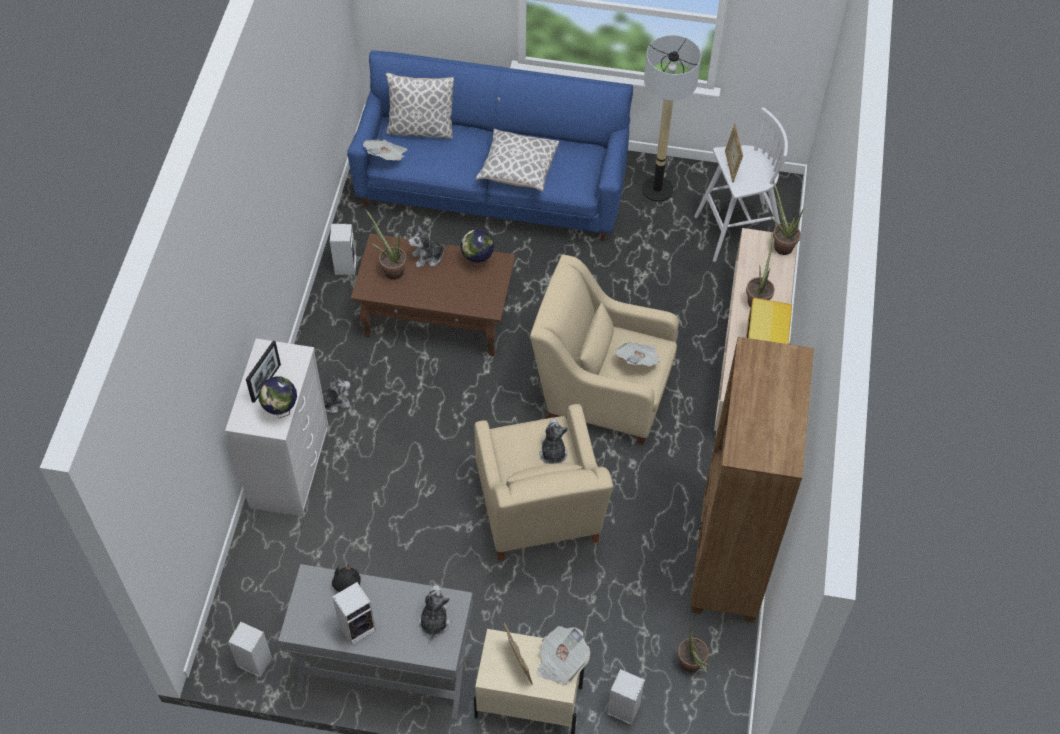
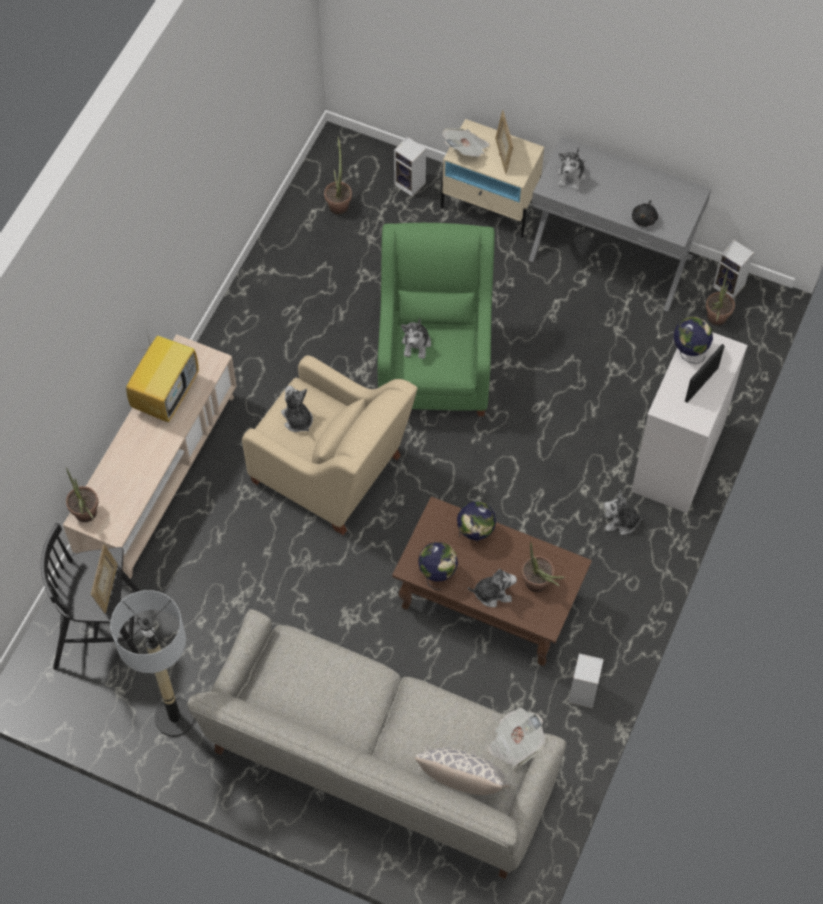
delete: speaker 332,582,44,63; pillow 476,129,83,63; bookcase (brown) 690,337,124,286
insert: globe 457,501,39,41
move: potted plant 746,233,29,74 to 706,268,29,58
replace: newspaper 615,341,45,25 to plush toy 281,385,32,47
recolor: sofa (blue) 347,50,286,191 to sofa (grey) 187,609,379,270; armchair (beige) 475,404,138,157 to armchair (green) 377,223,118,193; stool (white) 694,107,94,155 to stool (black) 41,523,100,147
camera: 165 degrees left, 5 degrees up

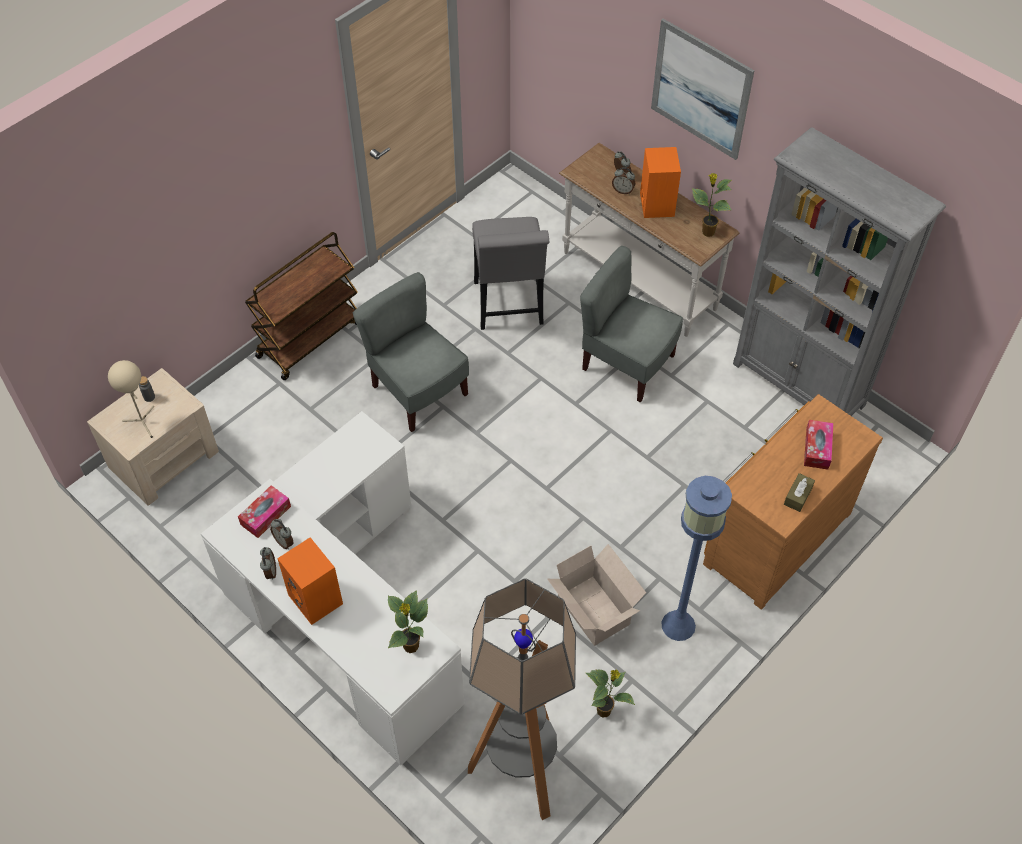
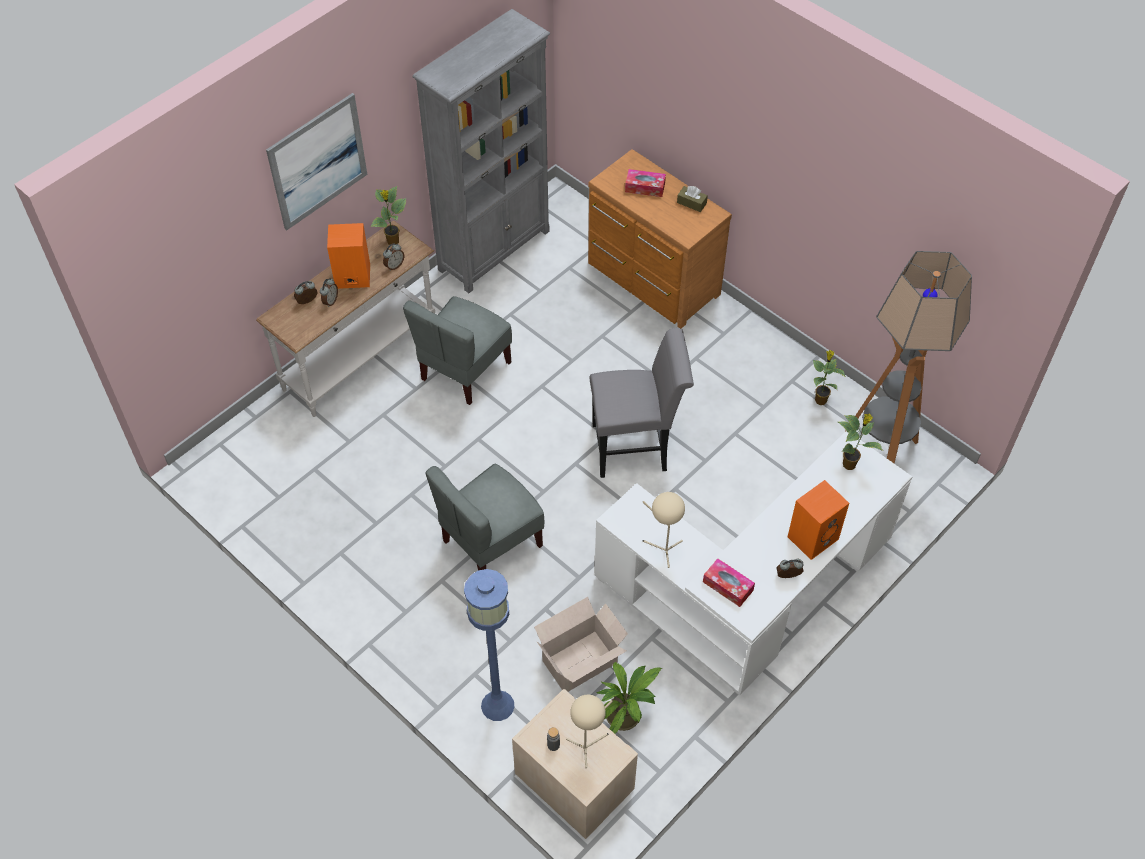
delete: cart (brown) 245,232,113,148
insert: potted plant 596,661,66,73; table lamp (beige) 642,492,43,76
move: alarm clock 270,519,24,30 to 383,243,21,28; chair (grey) 472,217,77,113 to 590,328,104,150; cardboard box 547,544,99,102 to 534,597,94,95; floor lamp (blue) 662,476,70,165 to 464,569,50,152
camera: 90 degrees left, 0 degrees up

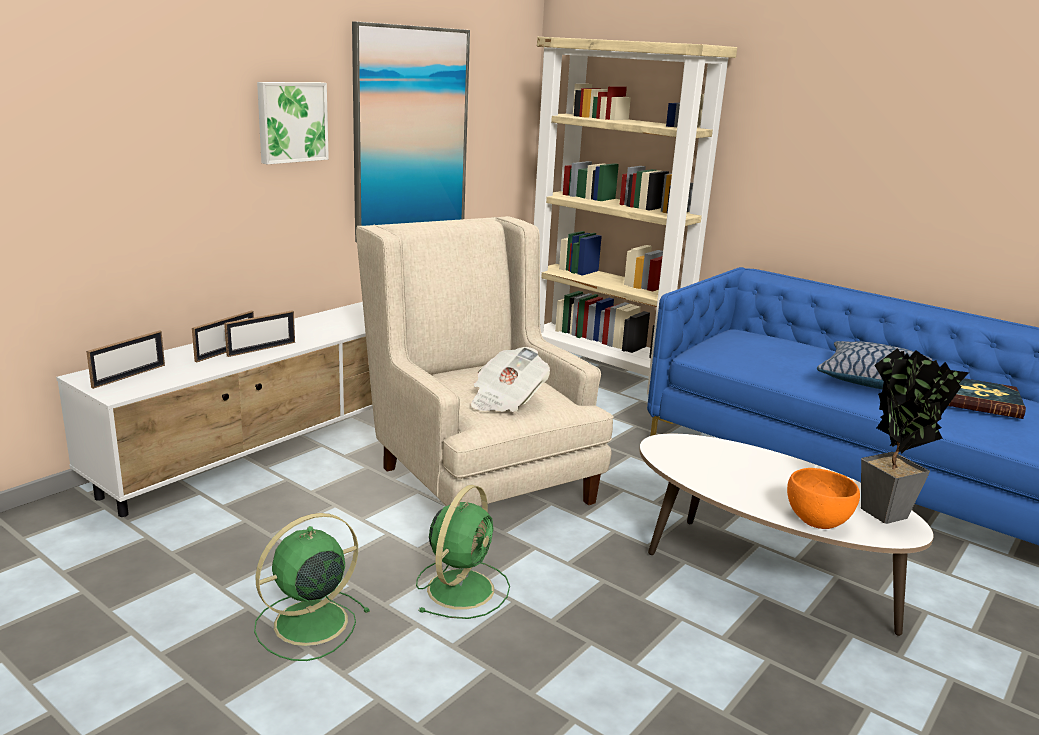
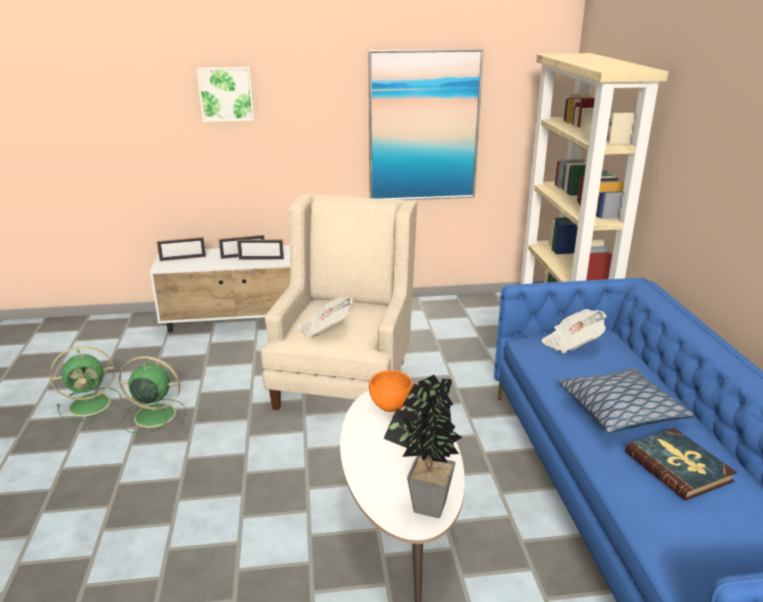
insert: newspaper 542,309,65,44
move: picture 257,82,72,82 to 197,67,57,55; fan (green) 416,485,94,134 to 50,346,71,75; bowl (orange) 787,468,73,61 to 369,370,44,42
camera: 45 degrees right, 5 degrees up

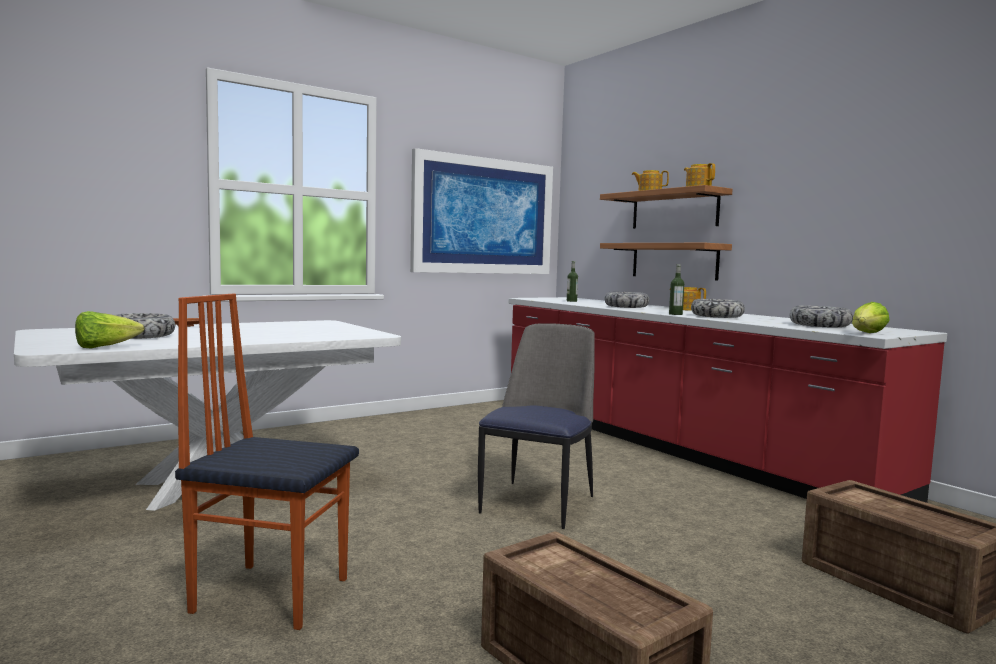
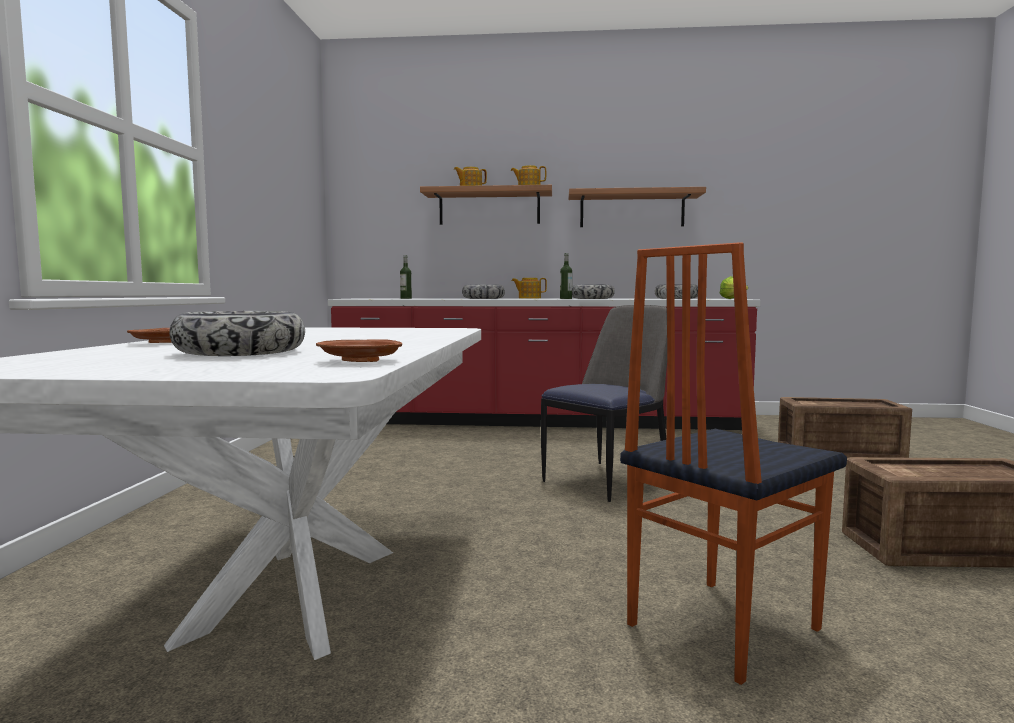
delete: picture 410,148,143,126
move: shelf 600,243,132,37 to 568,187,138,40
replace: lettuce 75,311,69,37 to plate (brown) 316,339,86,23
rotate: chair 478,323,117,206 = 541,305,126,197 75 degrees clockwise
camera: 50 degrees left, 0 degrees up

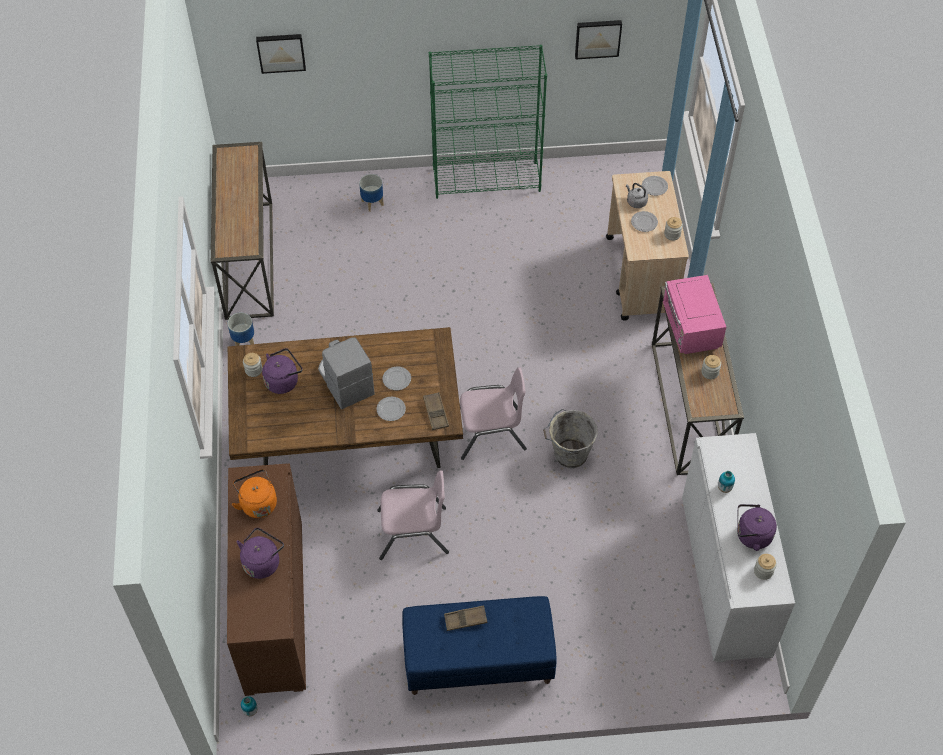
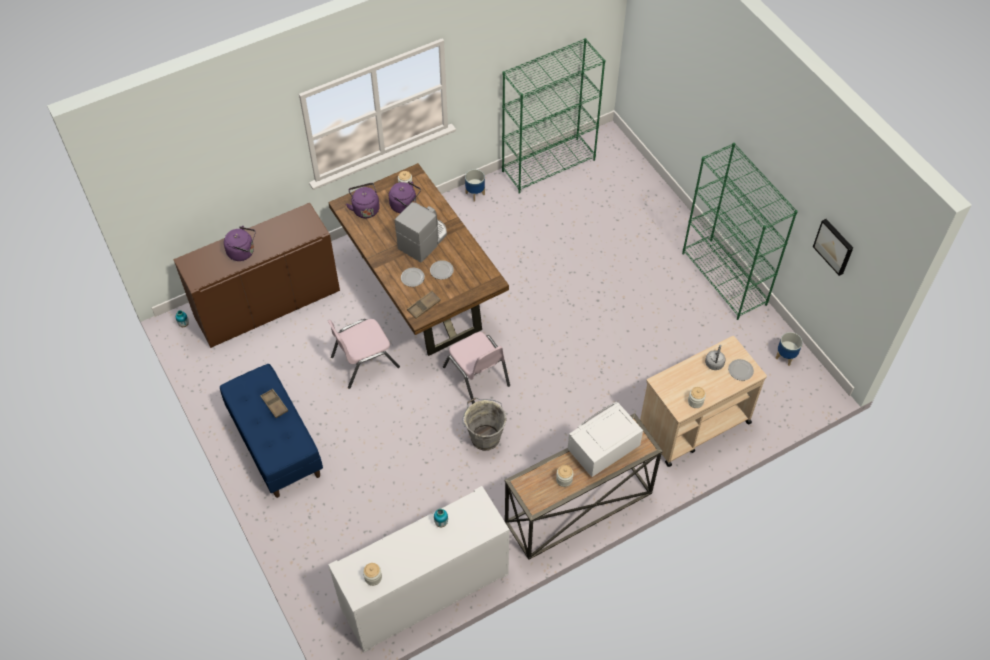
delete: kettle (orange) 232,469,45,49; picture 256,34,50,40; plate 631,211,27,21
move: planter 359,174,25,38 to 776,332,27,34; kettle (purple) 737,504,40,47 to 346,183,34,35
replace: console table 211,142,63,178 to bookcase (green) 502,38,103,156
recolor: microwave (pink) 663,275,63,79 to microwave (white) 568,402,75,75
rotate: chair (pink) 378,471,71,89 = 328,319,72,70 90 degrees clockwise
camera: 65 degrees right, 0 degrees up

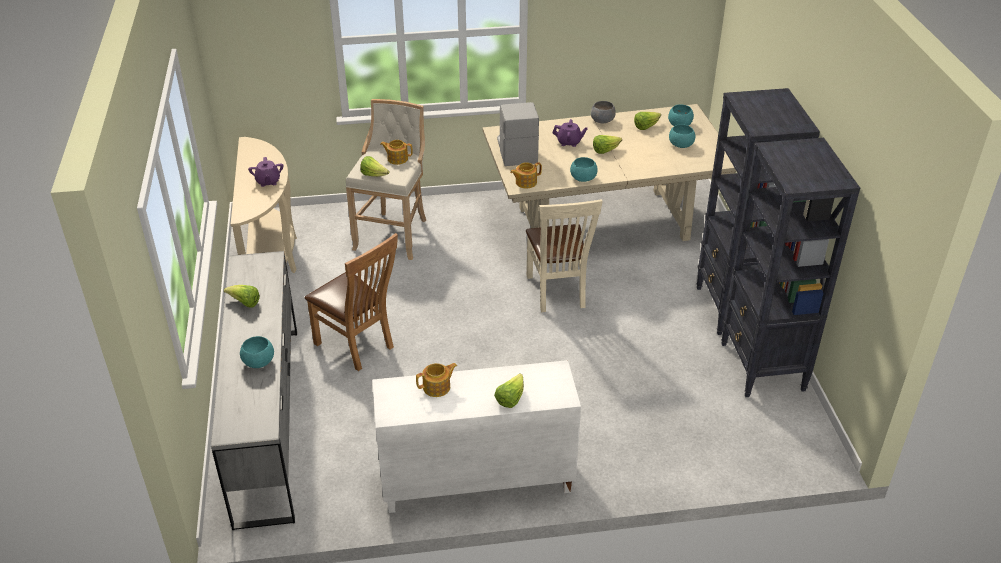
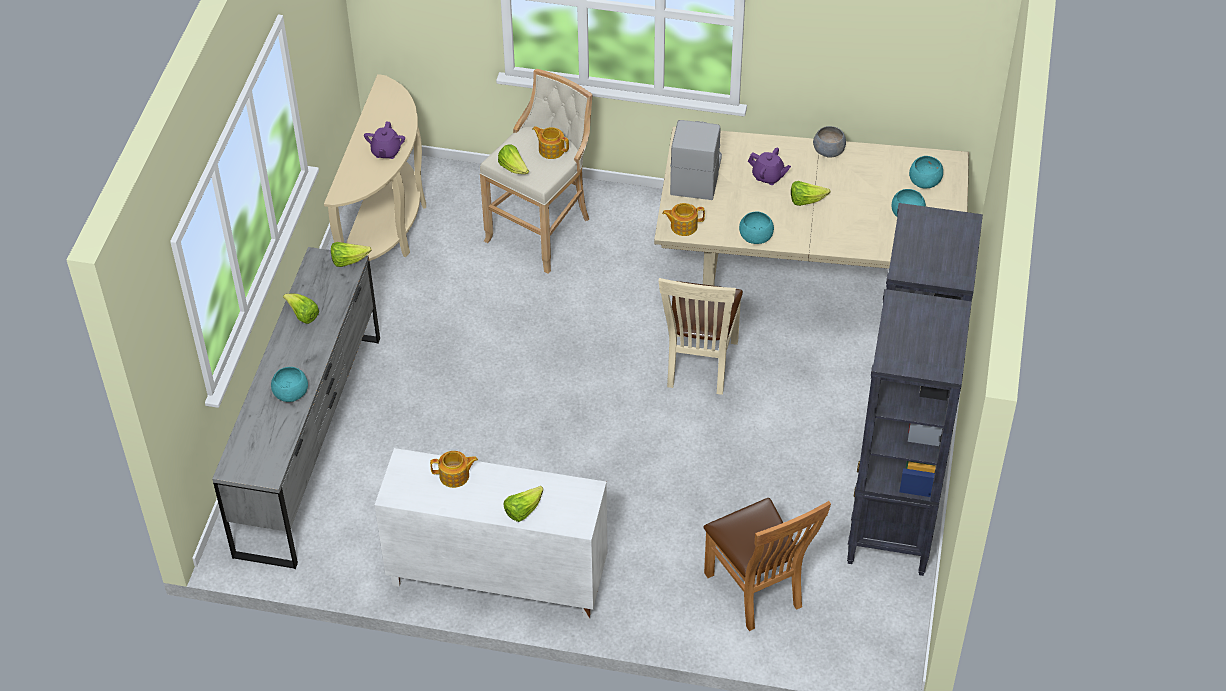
move: chair (brown) 304,233,94,138 to 704,498,127,133; lettuce 634,112,27,18 to 331,242,41,25
camera: 20 degrees right, 10 degrees up

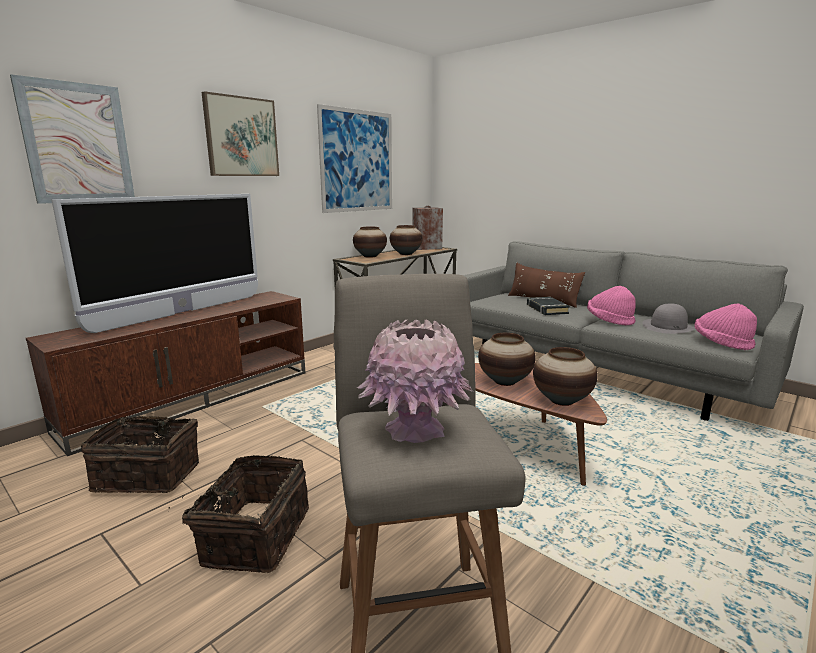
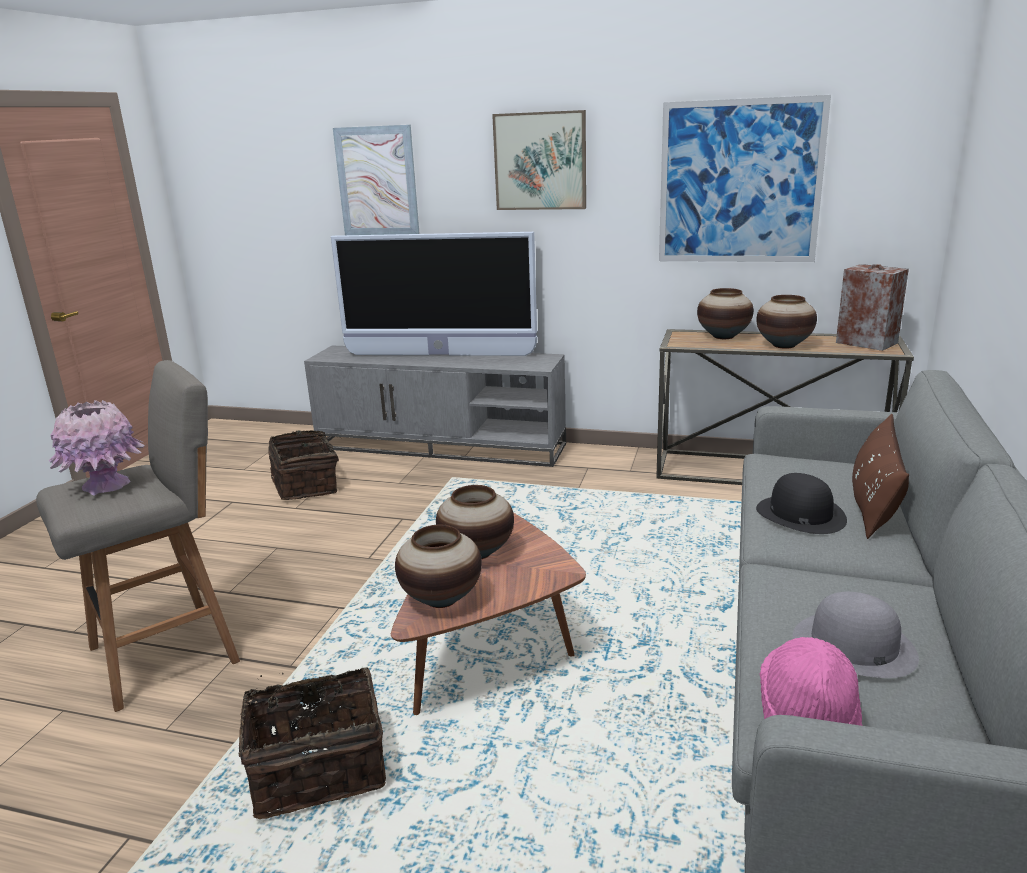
delete: hat (pink) 587,286,49,40
move: basket 168,455,141,118 to 239,668,147,151
replace: book (black) 527,297,43,18 to hat (black) 756,473,91,61
recolor: tv stand (brown) 26,291,279,165 to tv stand (grey) 304,345,262,122
camera: 65 degrees right, 5 degrees up

